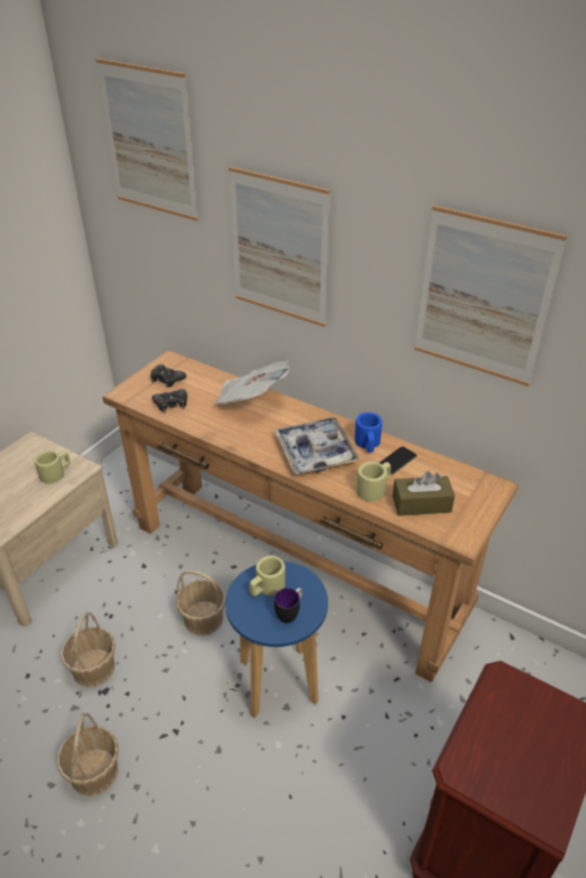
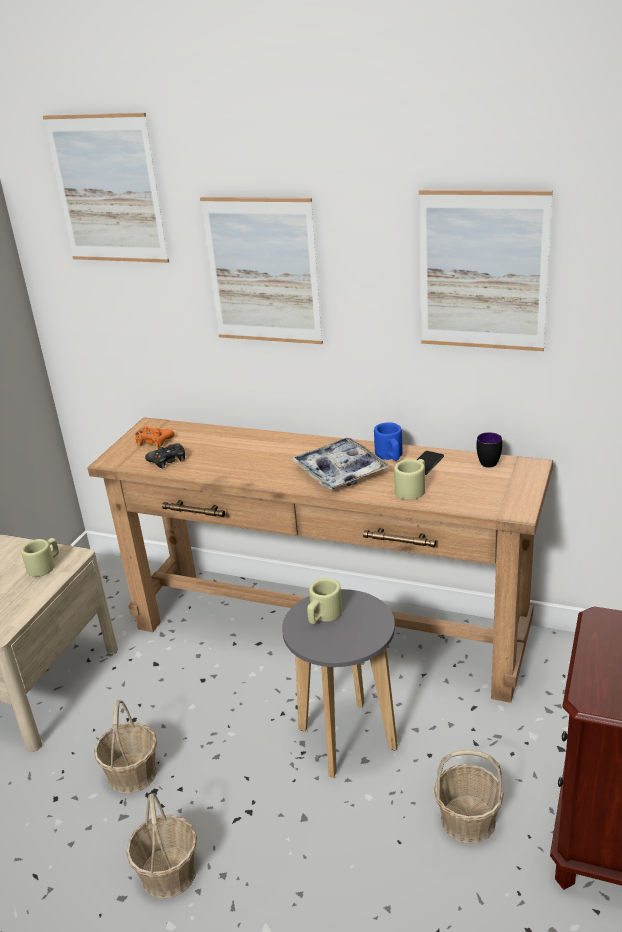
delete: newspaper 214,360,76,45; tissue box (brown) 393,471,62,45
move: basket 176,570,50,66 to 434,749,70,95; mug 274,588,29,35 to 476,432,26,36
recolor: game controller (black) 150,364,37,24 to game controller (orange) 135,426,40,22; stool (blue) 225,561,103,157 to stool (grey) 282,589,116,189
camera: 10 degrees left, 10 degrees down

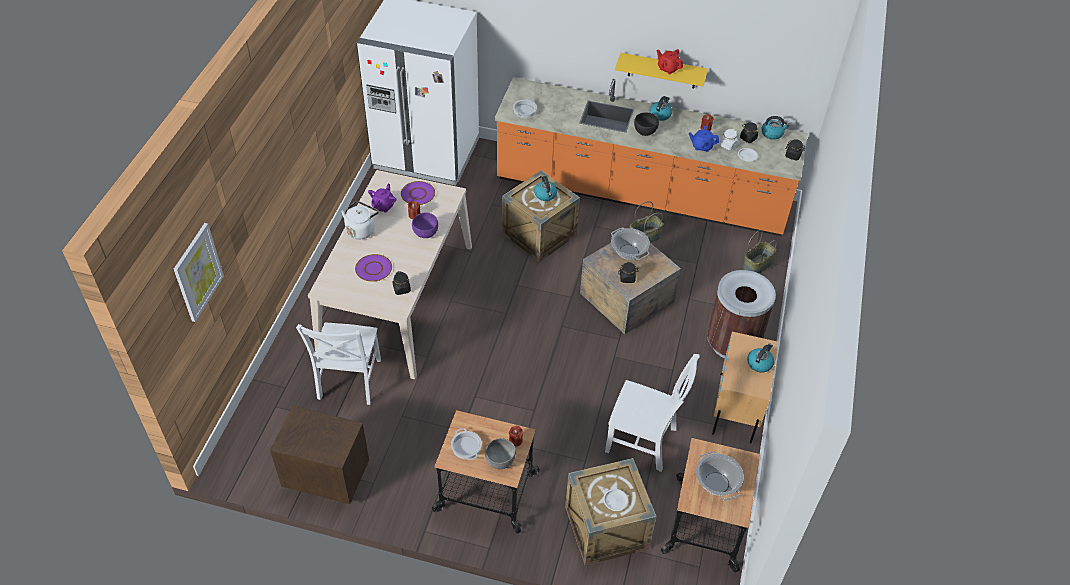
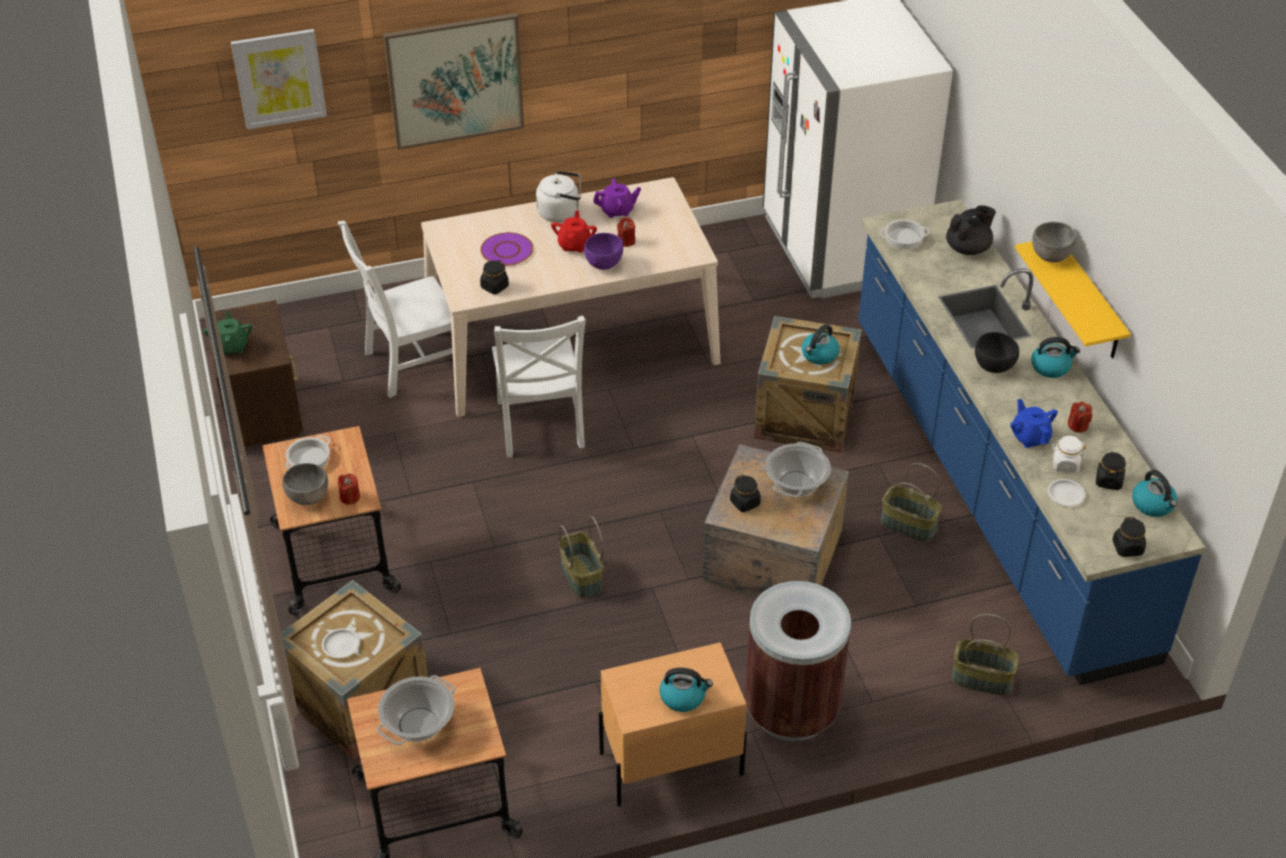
delete: plate (purple) 401,181,34,24
insert: teapot (green) 204,311,48,44; picture 383,13,141,137; basket 559,516,45,82; teapot (black) 946,205,50,50; bowl (grey) 1032,222,45,41
move: chair (white) 605,354,95,118 to 492,316,94,142; teapot (red) 657,49,26,25 to 551,210,46,43
recolor: counter (orange) 495,77,313,159 to counter (blue) 858,199,348,486
camera: 60 degrees right, 5 degrees down

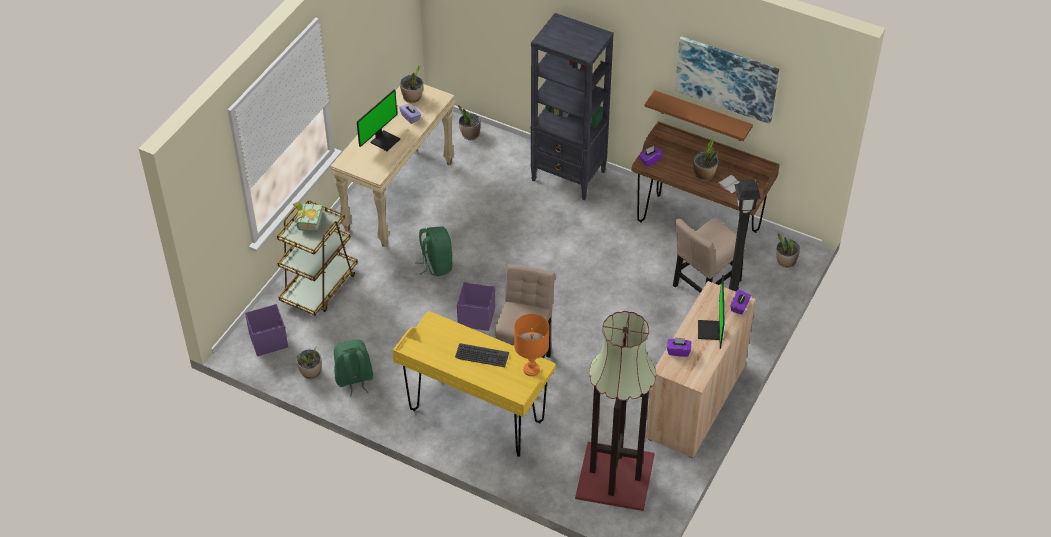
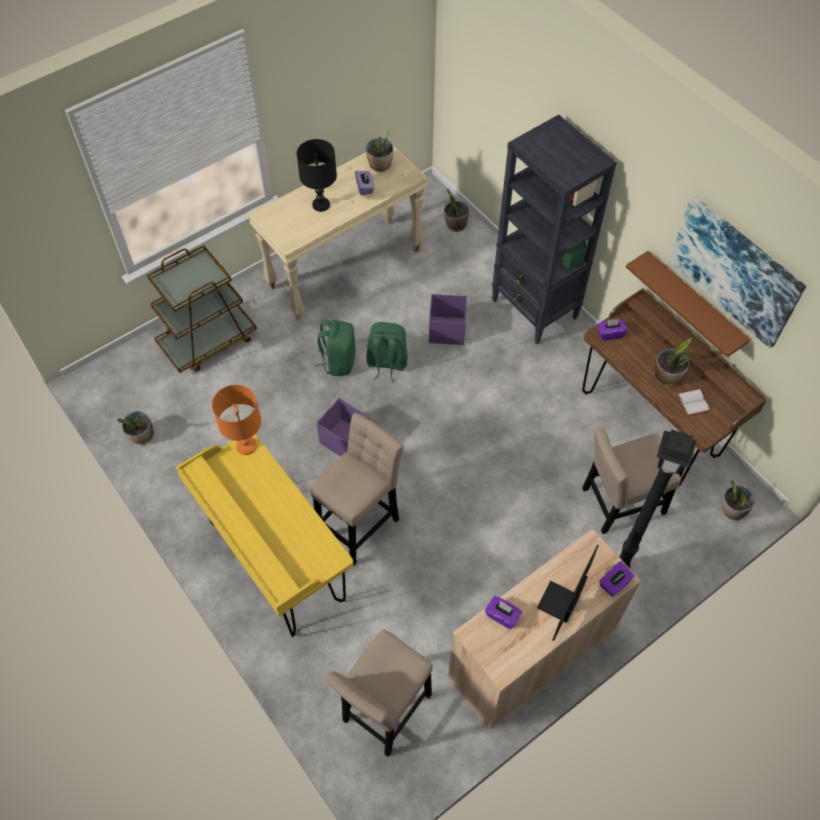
delete: book 293,202,30,30; keyboard 455,343,54,24
move: storage box (purple) 245,304,43,52 to 429,294,38,51; backpack (green) 334,340,39,57 to 367,322,41,61; table lamp (orange) 514,314,35,62 to 212,385,49,70
replace: monitor 357,90,43,61 to table lamp (black) 297,139,40,73; floor lamp 575,311,81,200 to stool (beige) 325,630,108,127
camera: 25 degrees right, 10 degrees up

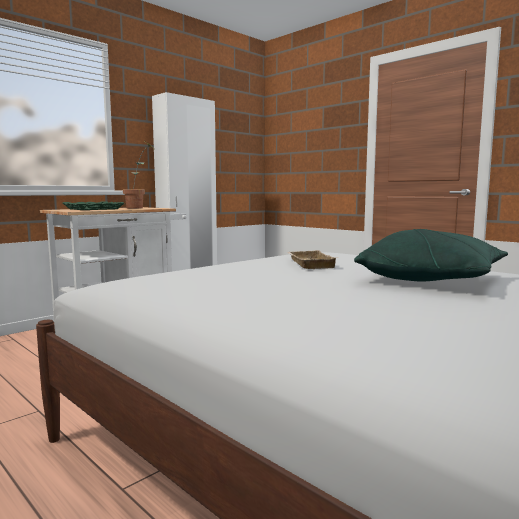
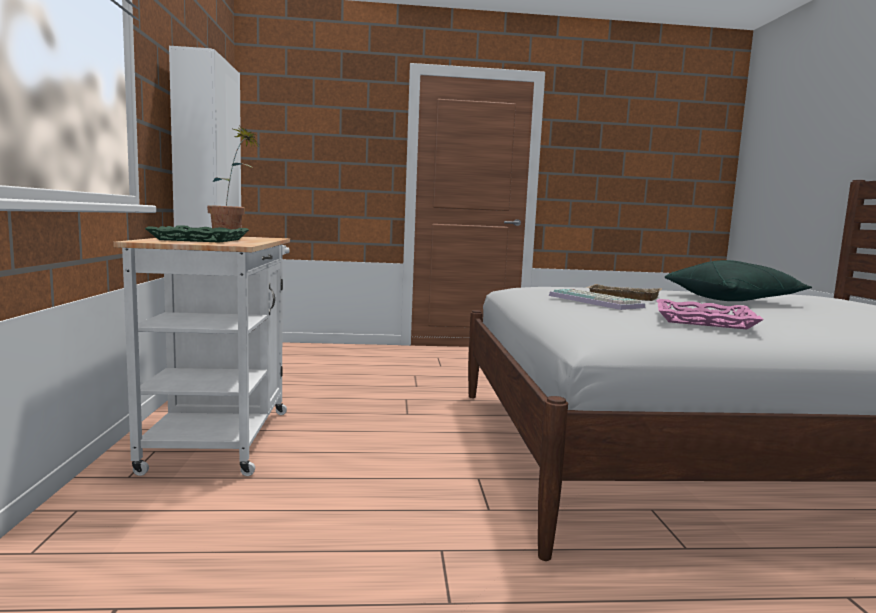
insert: keyboard 549,289,96,21; tray (pink) 656,299,108,30
camera: 50 degrees left, 0 degrees up

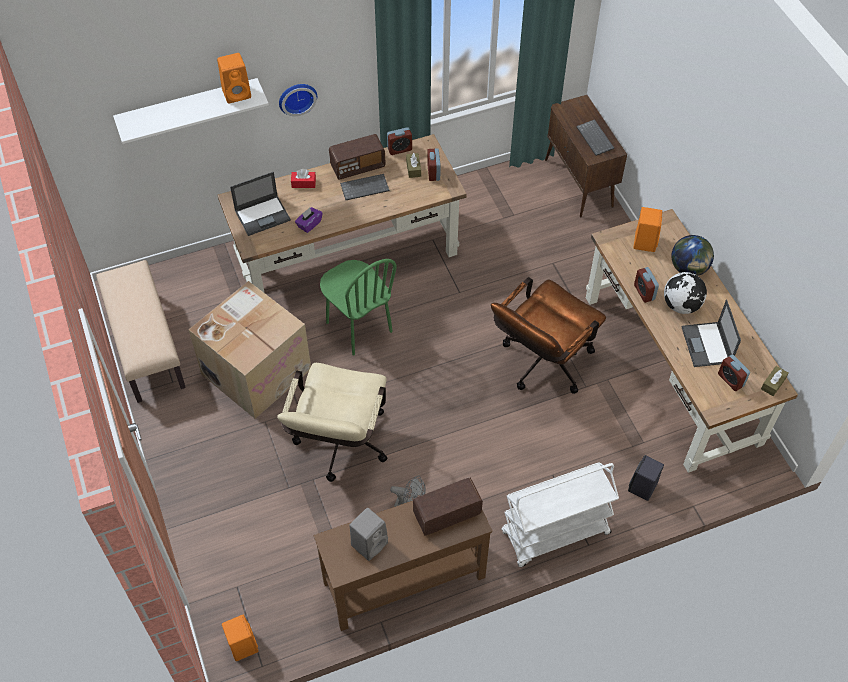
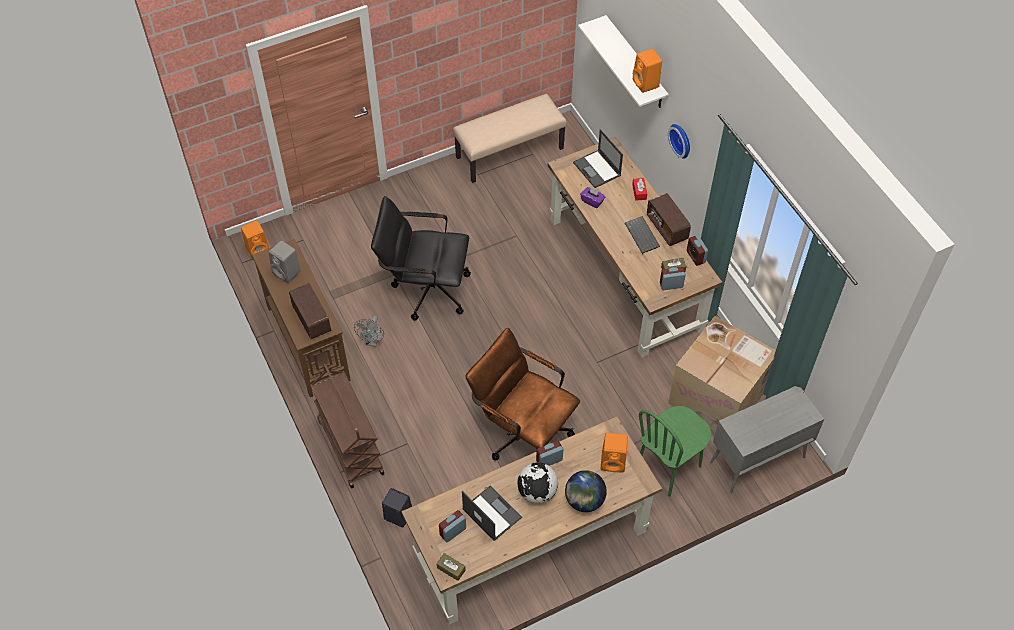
delete: keyboard 576,119,38,37
move: cardboard box 188,281,123,138 to 668,316,108,116; chair (green) 320,259,77,97 to 639,406,72,91
recolor: office chair (beige) 277,363,110,119 to office chair (black) 371,196,100,125; cart (white) 501,462,118,105 to cart (brown) 310,364,74,124; cabinet (brown) 545,95,82,122 to cabinet (grey) 710,386,114,107
rotate: laptop 682,300,59,67 = 462,485,60,56 60 degrees clockwise
camera: 85 degrees right, 0 degrees up

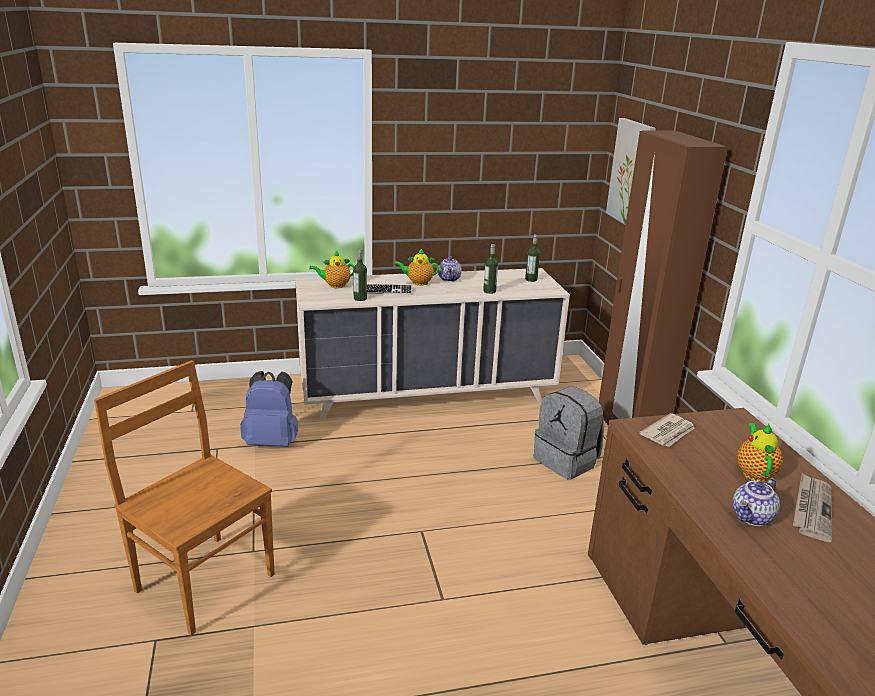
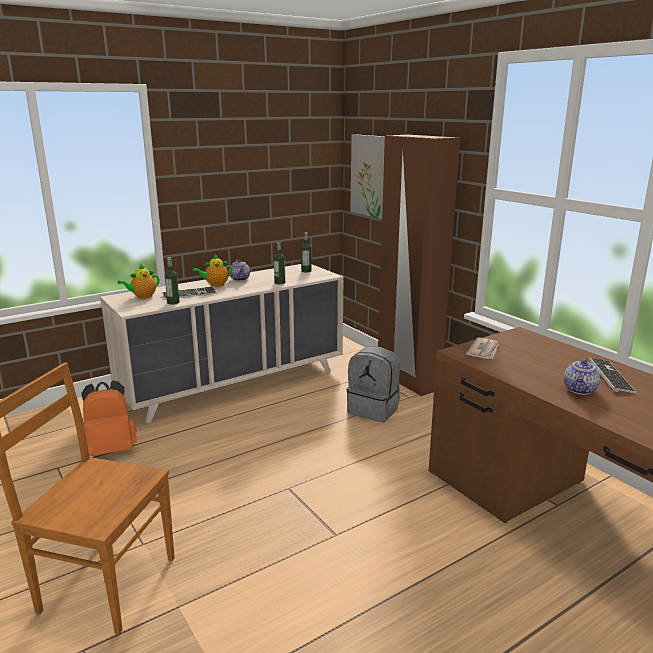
delete: teapot 737,423,46,59
replace: newspaper 793,473,39,69 to keyboard 589,358,47,36
recolor: backpack (blue) 240,371,58,75 to backpack (orange) 81,380,56,76
camera: 20 degrees left, 5 degrees down

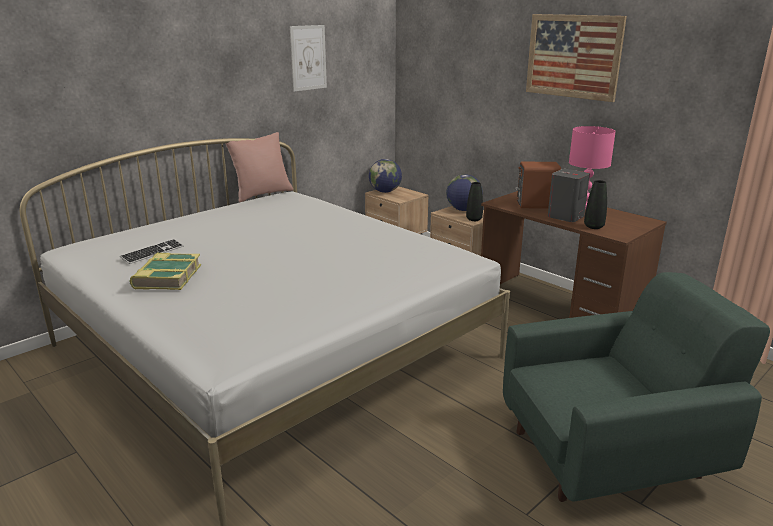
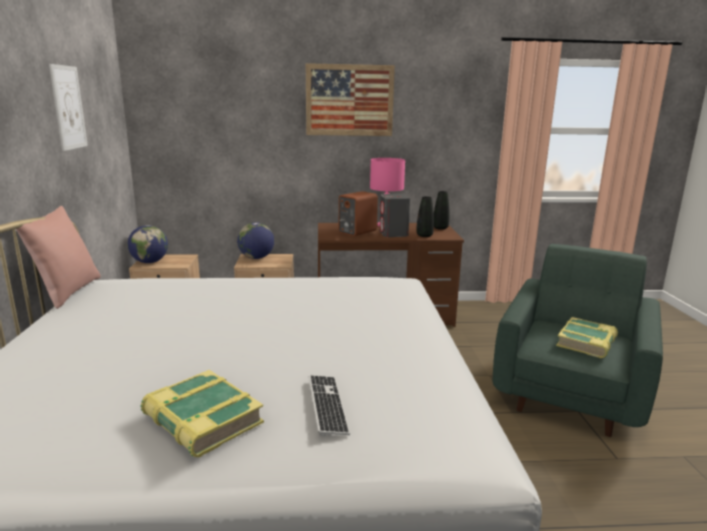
insert: book 556,317,62,41
move: keyboard 120,239,64,25 to 309,375,41,61; vase (black) 466,182,17,39 to 434,191,15,39
camera: 50 degrees left, 5 degrees down

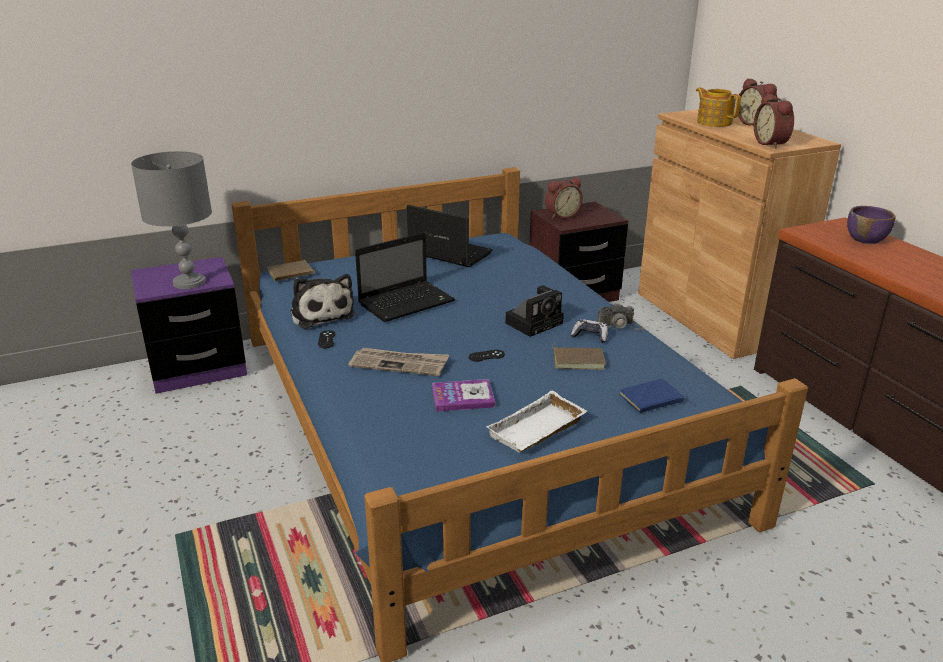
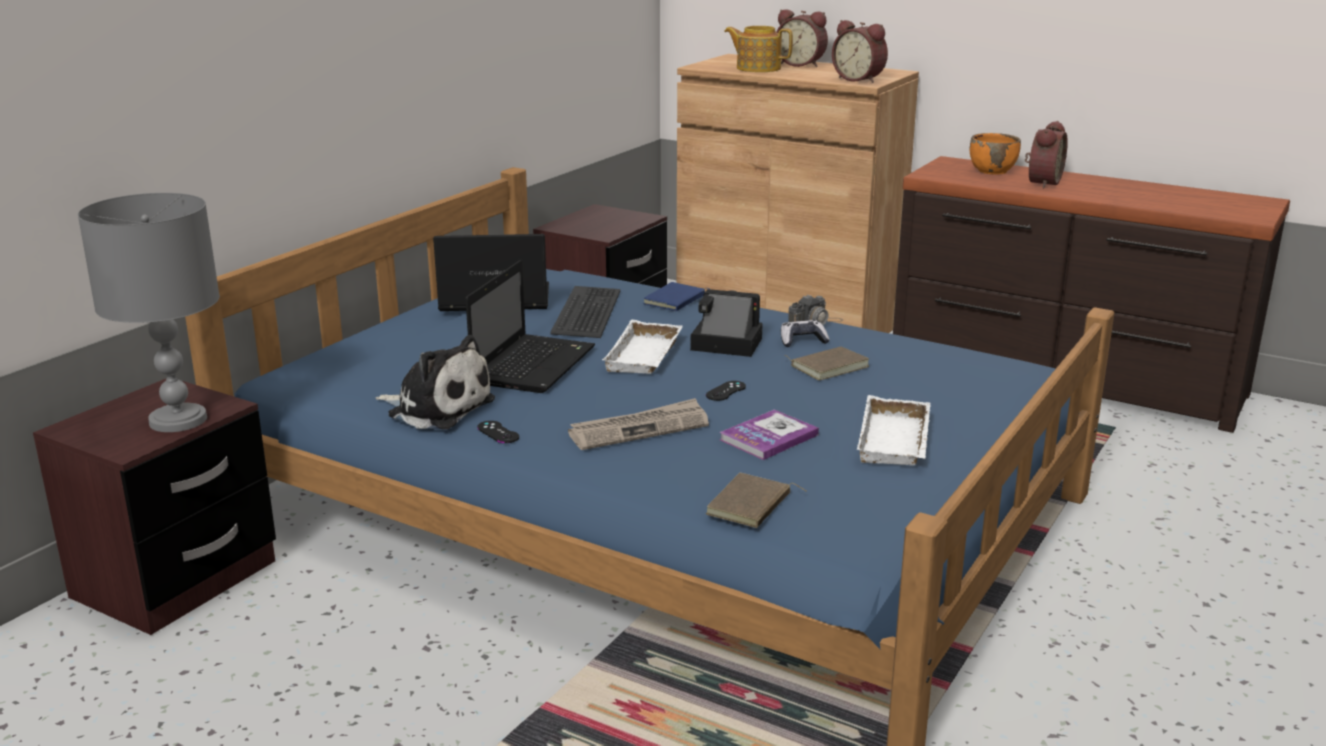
insert: keyboard 550,286,70,52; tray (white) 602,320,81,54
move: book (brown) 267,260,48,21 to 706,473,100,55; alarm clock 545,177,38,42 to 1025,121,43,67; book (blue) 619,379,73,34 to 643,282,66,29
recolor: nightstand (purple) 131,257,116,137 to nightstand (brown) 33,378,243,257; bowl (purple) 847,206,49,38 to bowl (orange) 970,133,51,42
rotate: photo camera 505,285,59,52 = 690,289,72,68 90 degrees counterclockwise
camera: 35 degrees left, 5 degrees down

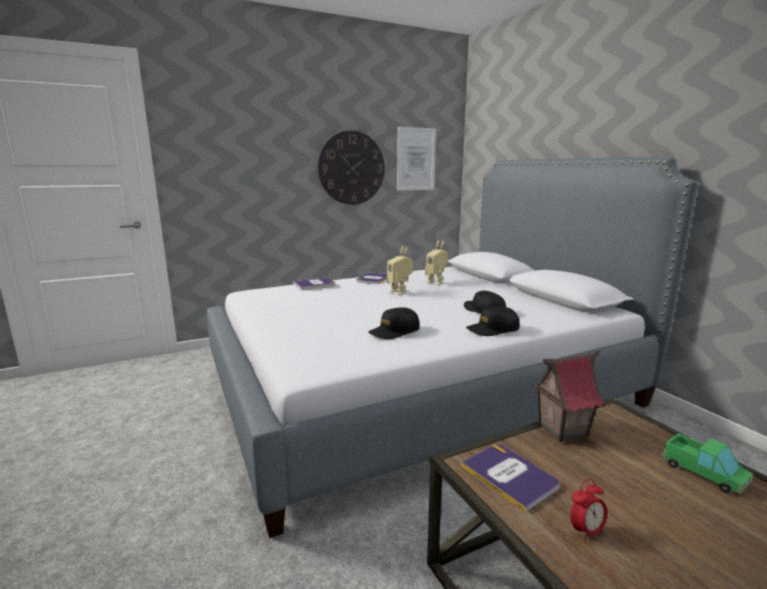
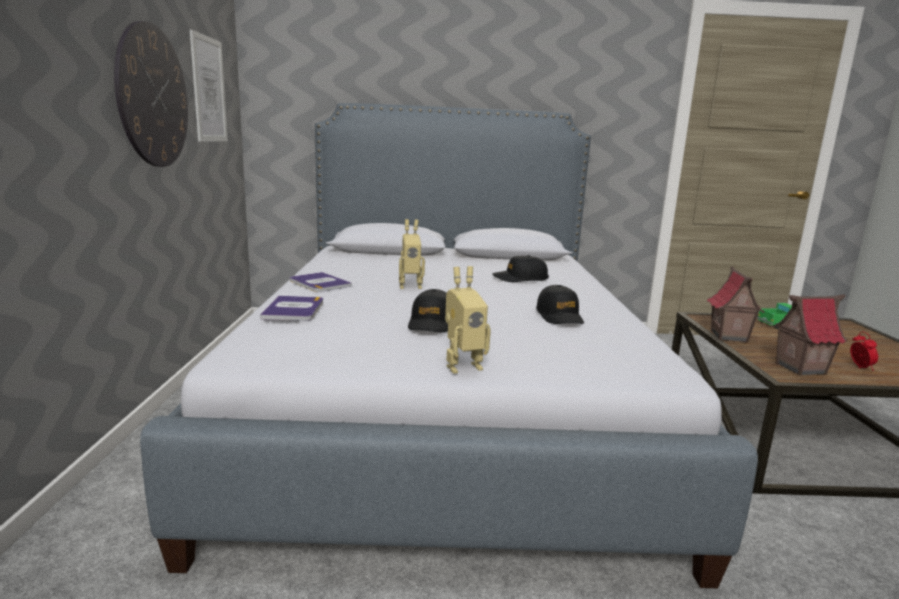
move: toy robot 425,240,23,45 to 445,266,46,108; cap (black) 466,306,54,30 to 408,289,40,44
replace: book 461,444,99,69 to toy house 773,295,75,81
camera: 65 degrees left, 0 degrees up

